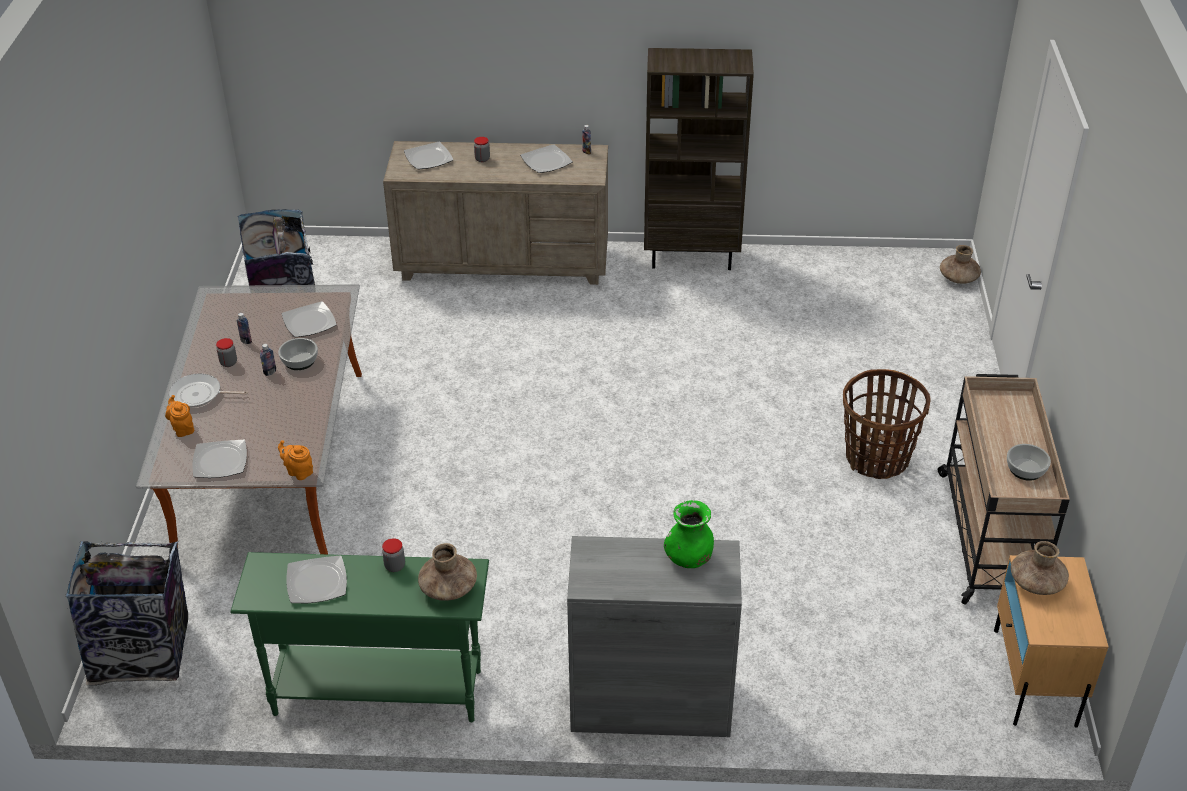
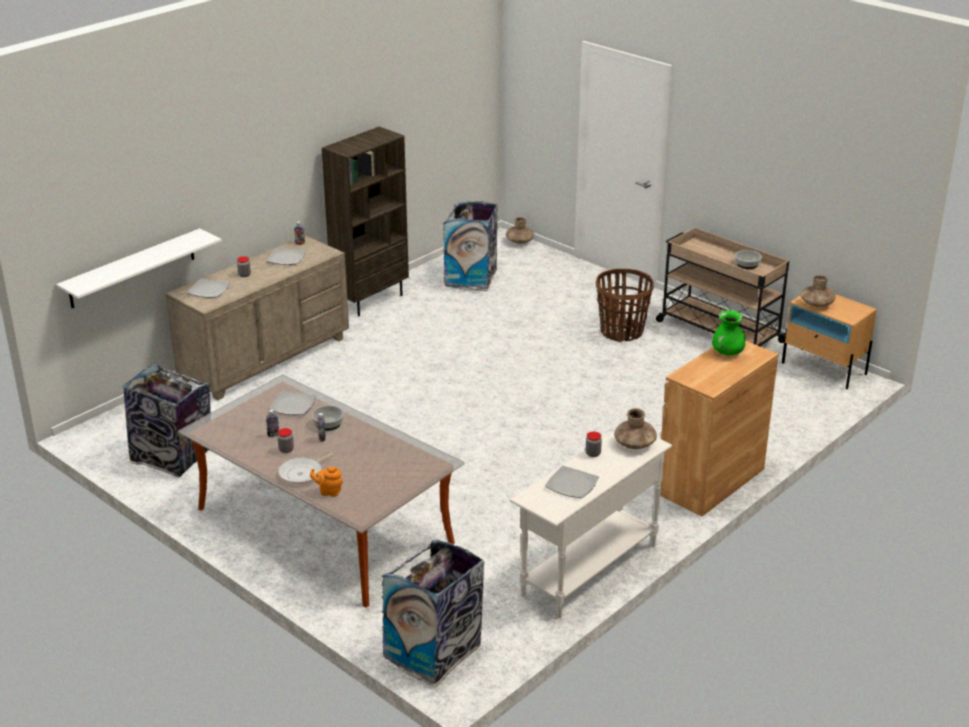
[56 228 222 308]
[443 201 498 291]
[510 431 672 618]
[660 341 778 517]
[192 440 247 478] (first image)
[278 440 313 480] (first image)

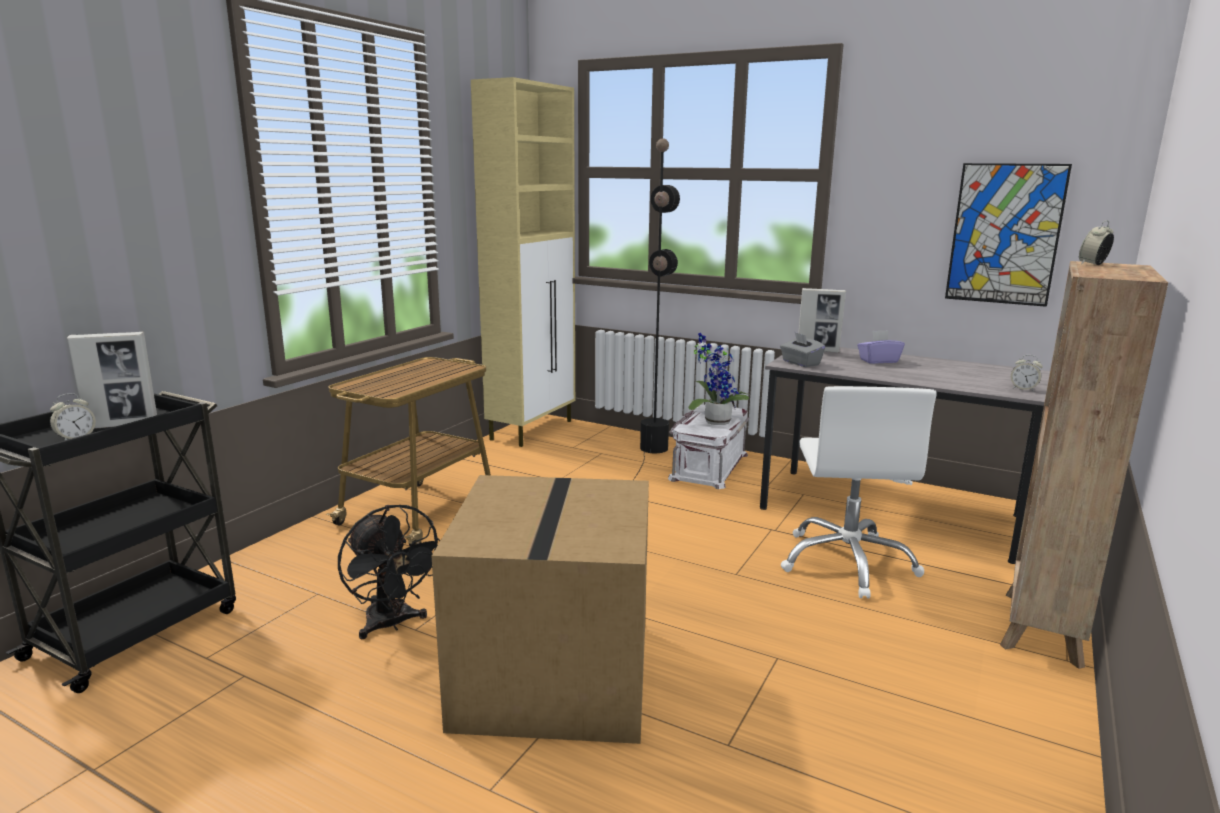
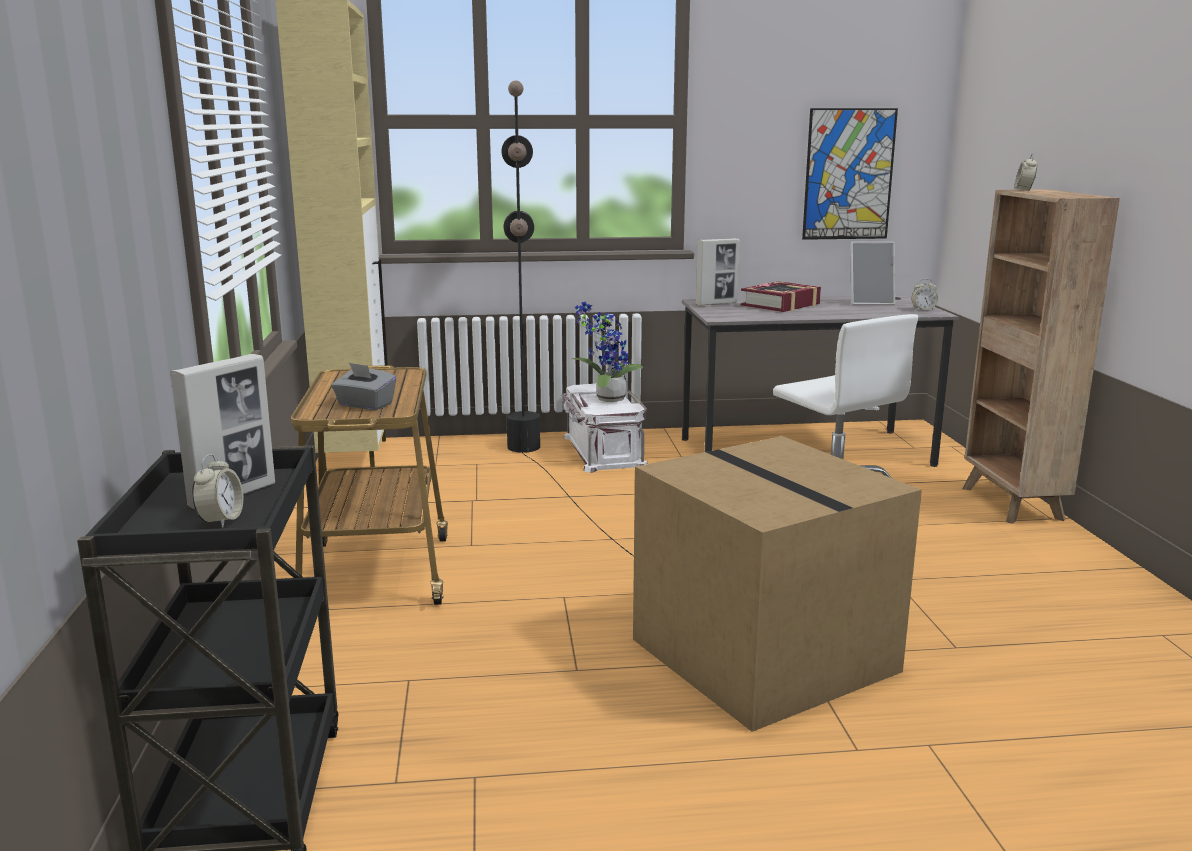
[331 363 396 410]
[740 281 821 312]
[850 242 895 305]
[338 505 441 639] (first image)

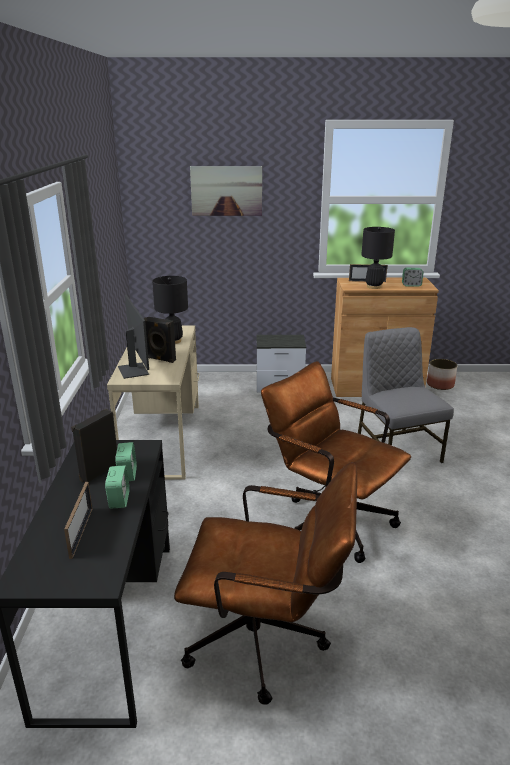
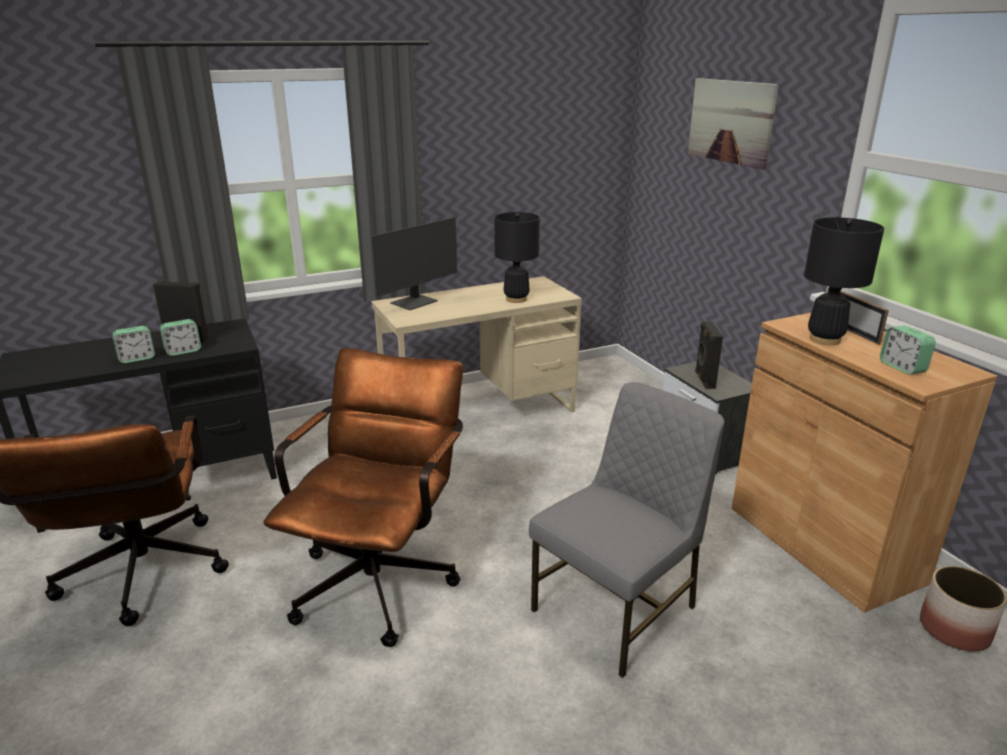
[695 321 723 389]
[64 482 92 559] (first image)

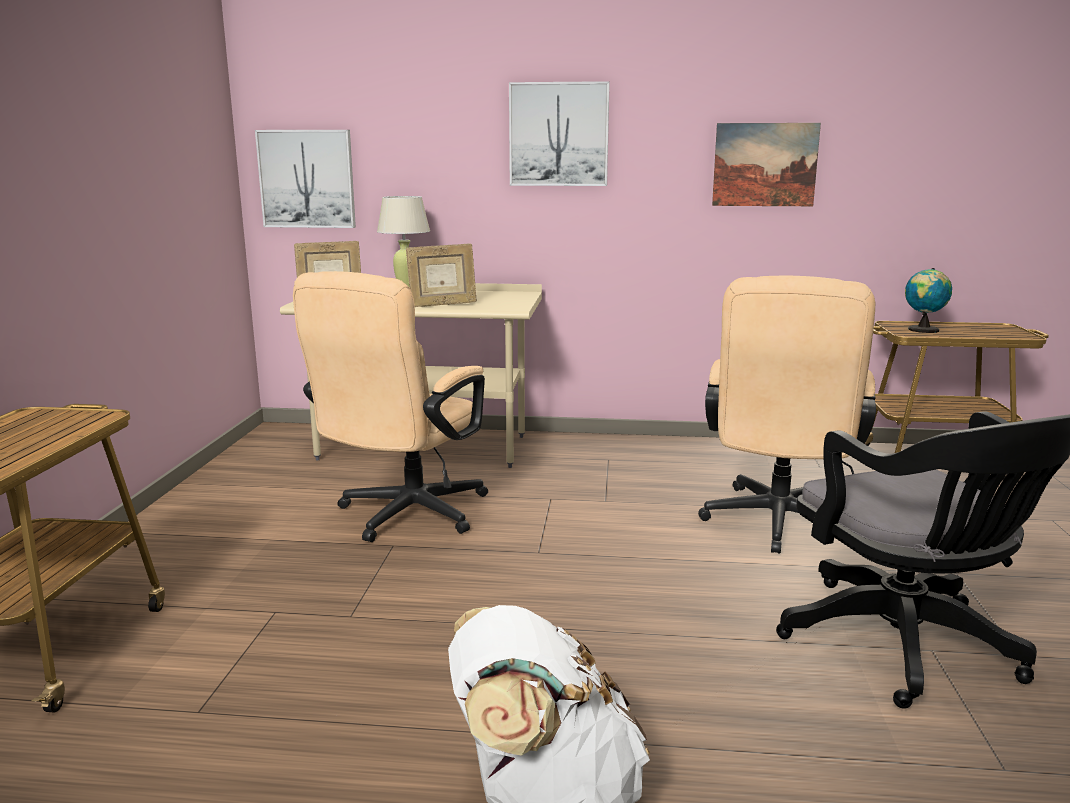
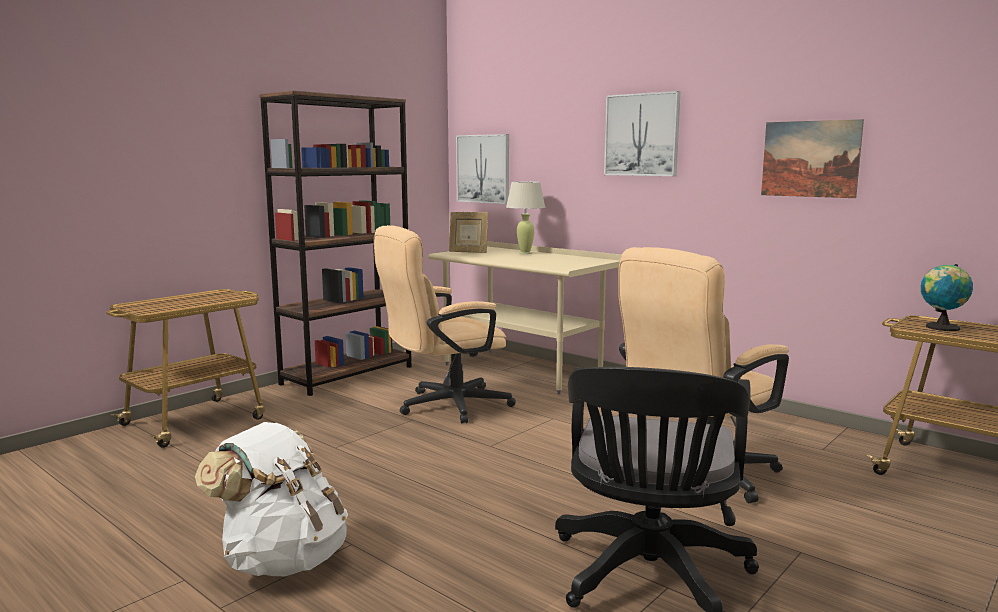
[259 91 412 396]
[406 244 477 307] (first image)

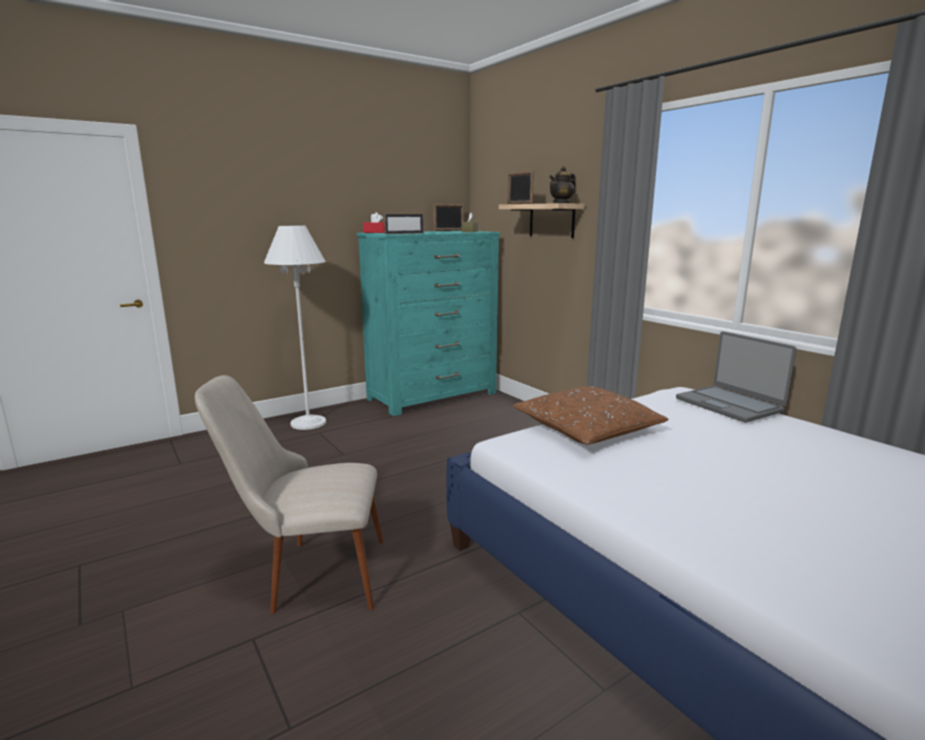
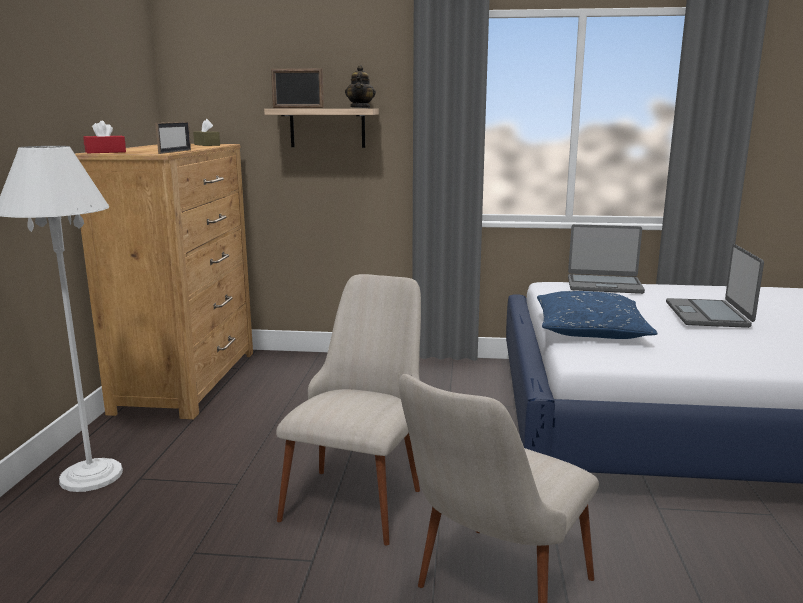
[75 144 253 419]
[276 274 421 545]
[537 291 658 339]
[666 244 764 328]
[433 204 464 231] (first image)

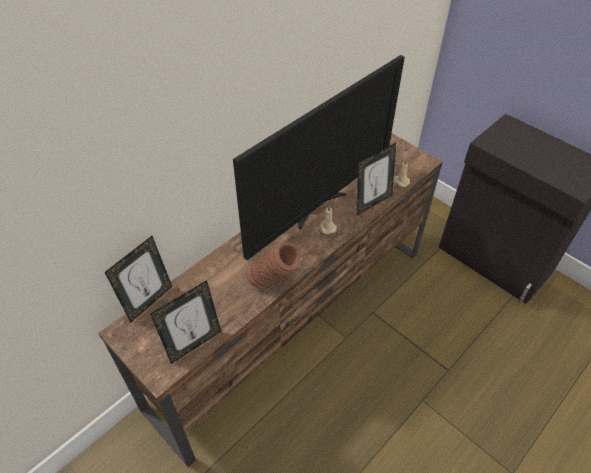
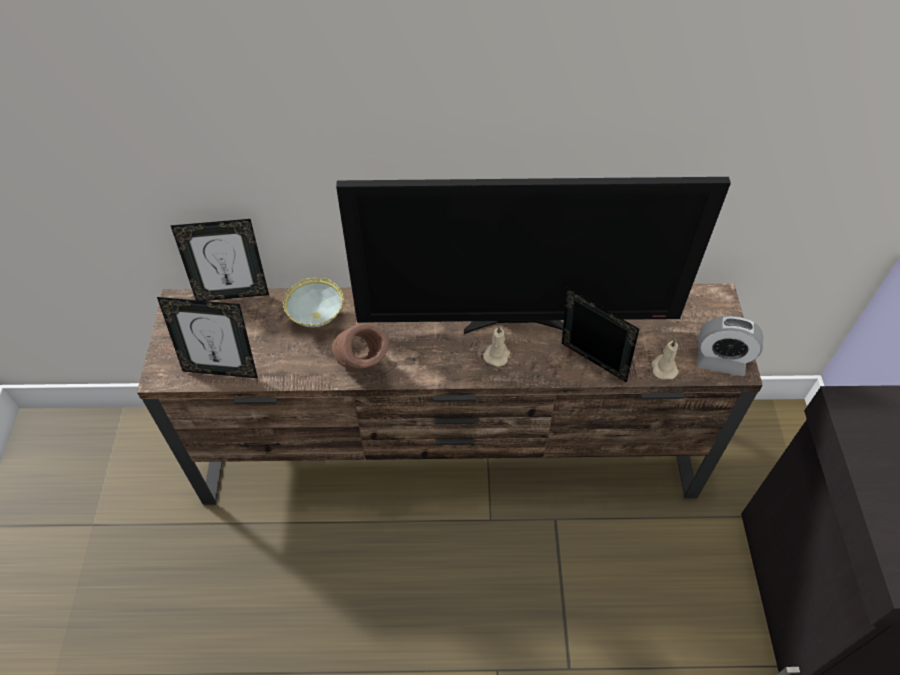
[283 277 344 327]
[562 287 639 383]
[697 316 763 376]

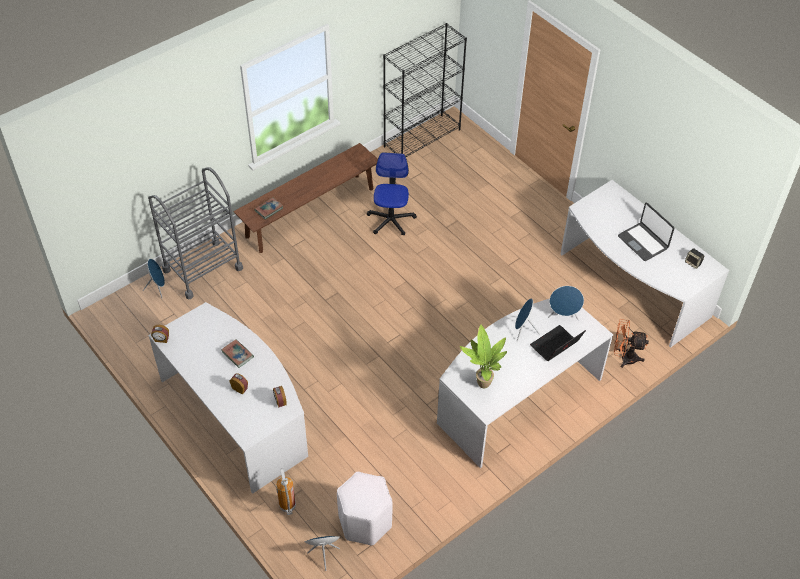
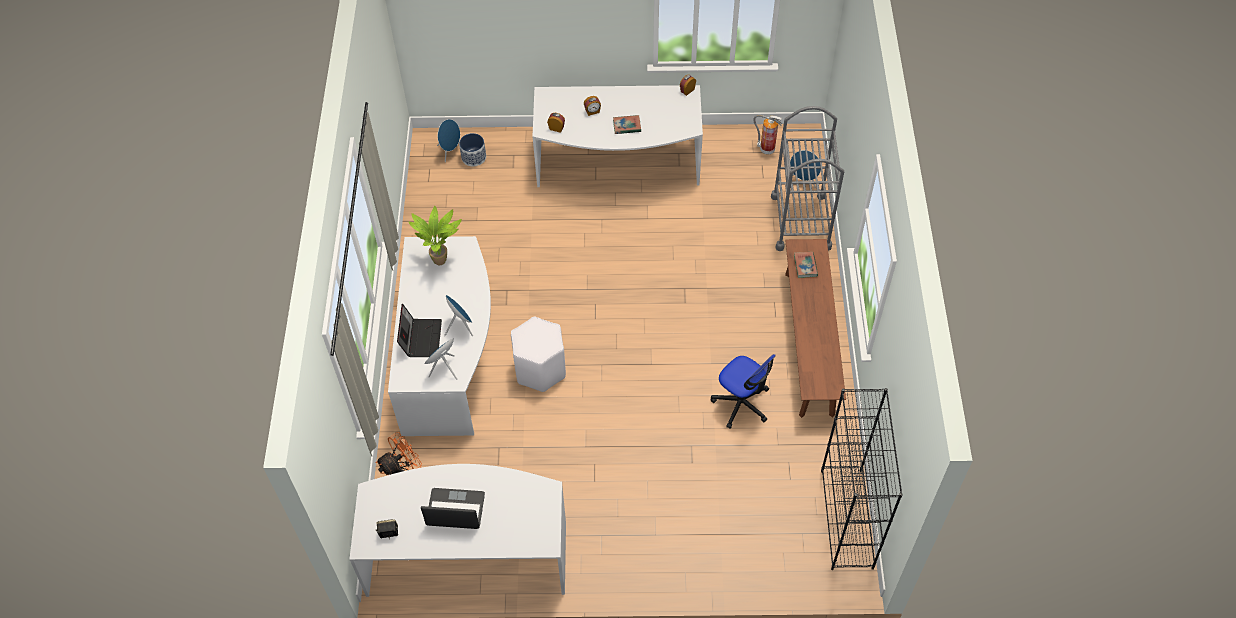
[459 133 486 166]
[511 317 566 392]
[753 115 782 154]

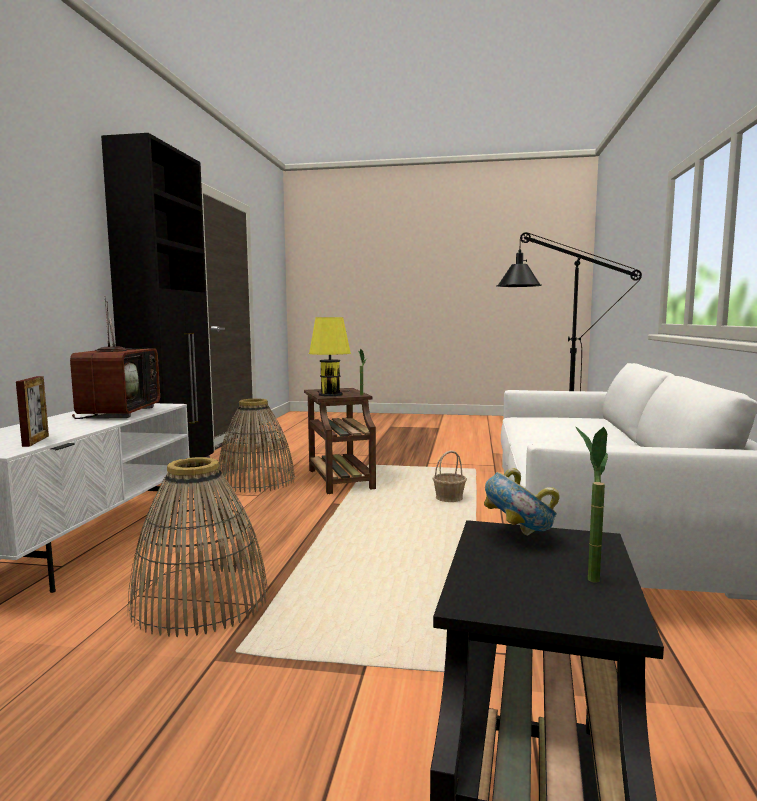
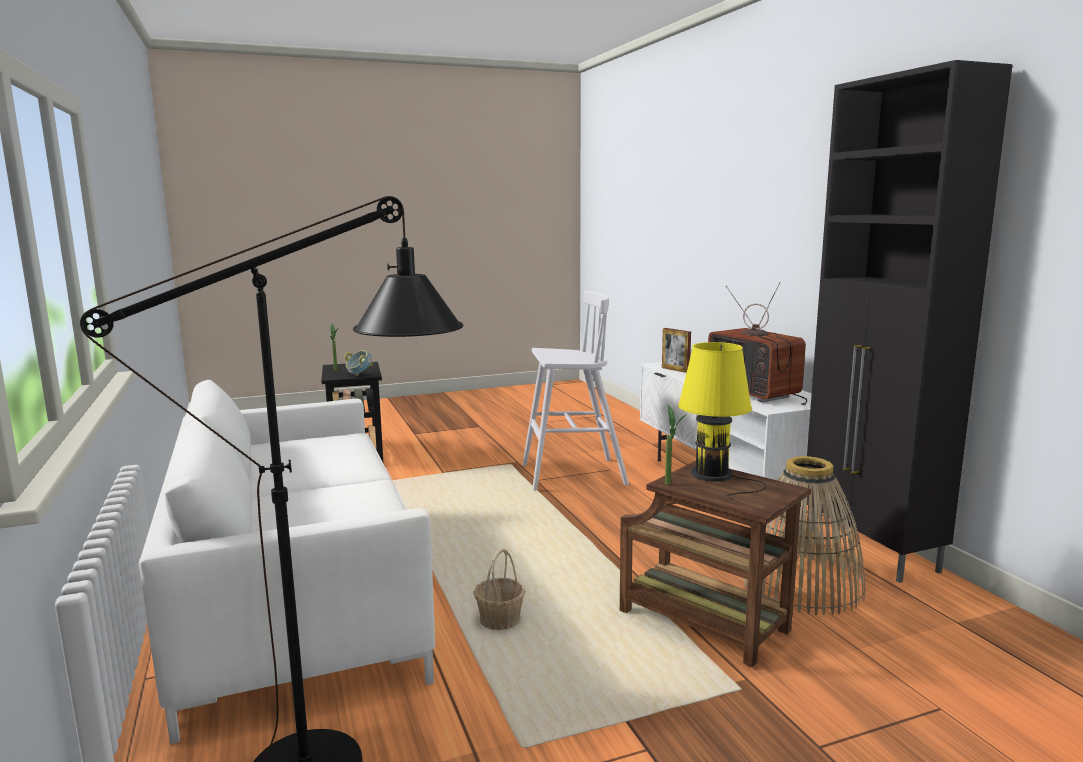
[522 291 629 491]

